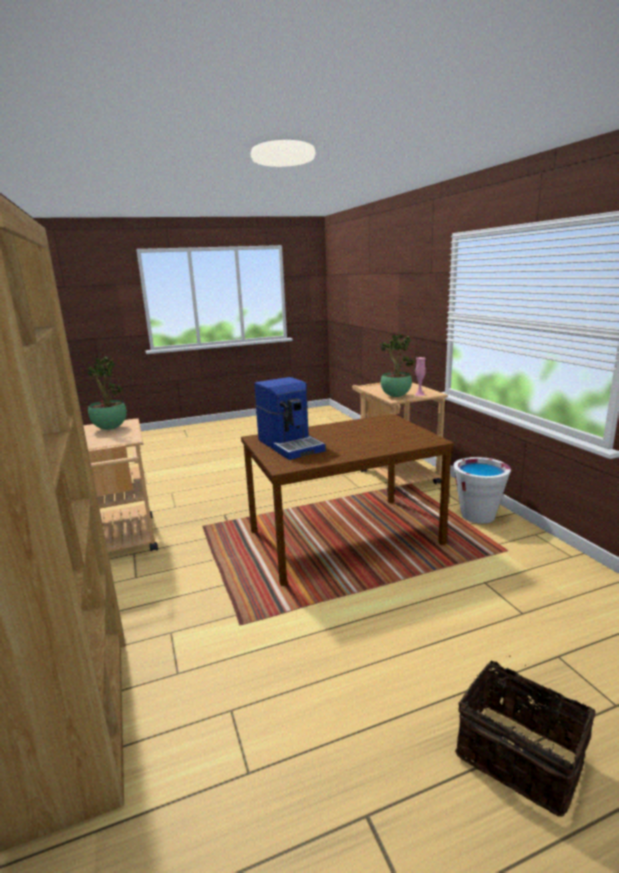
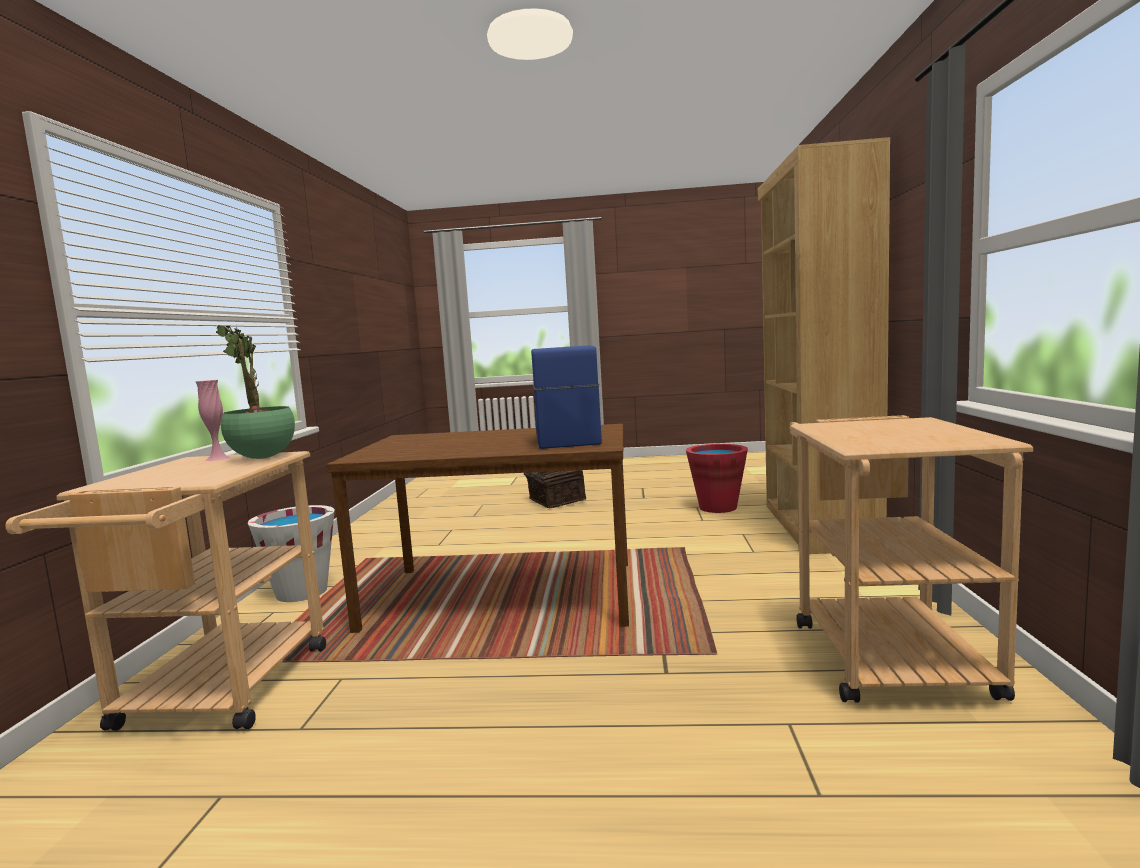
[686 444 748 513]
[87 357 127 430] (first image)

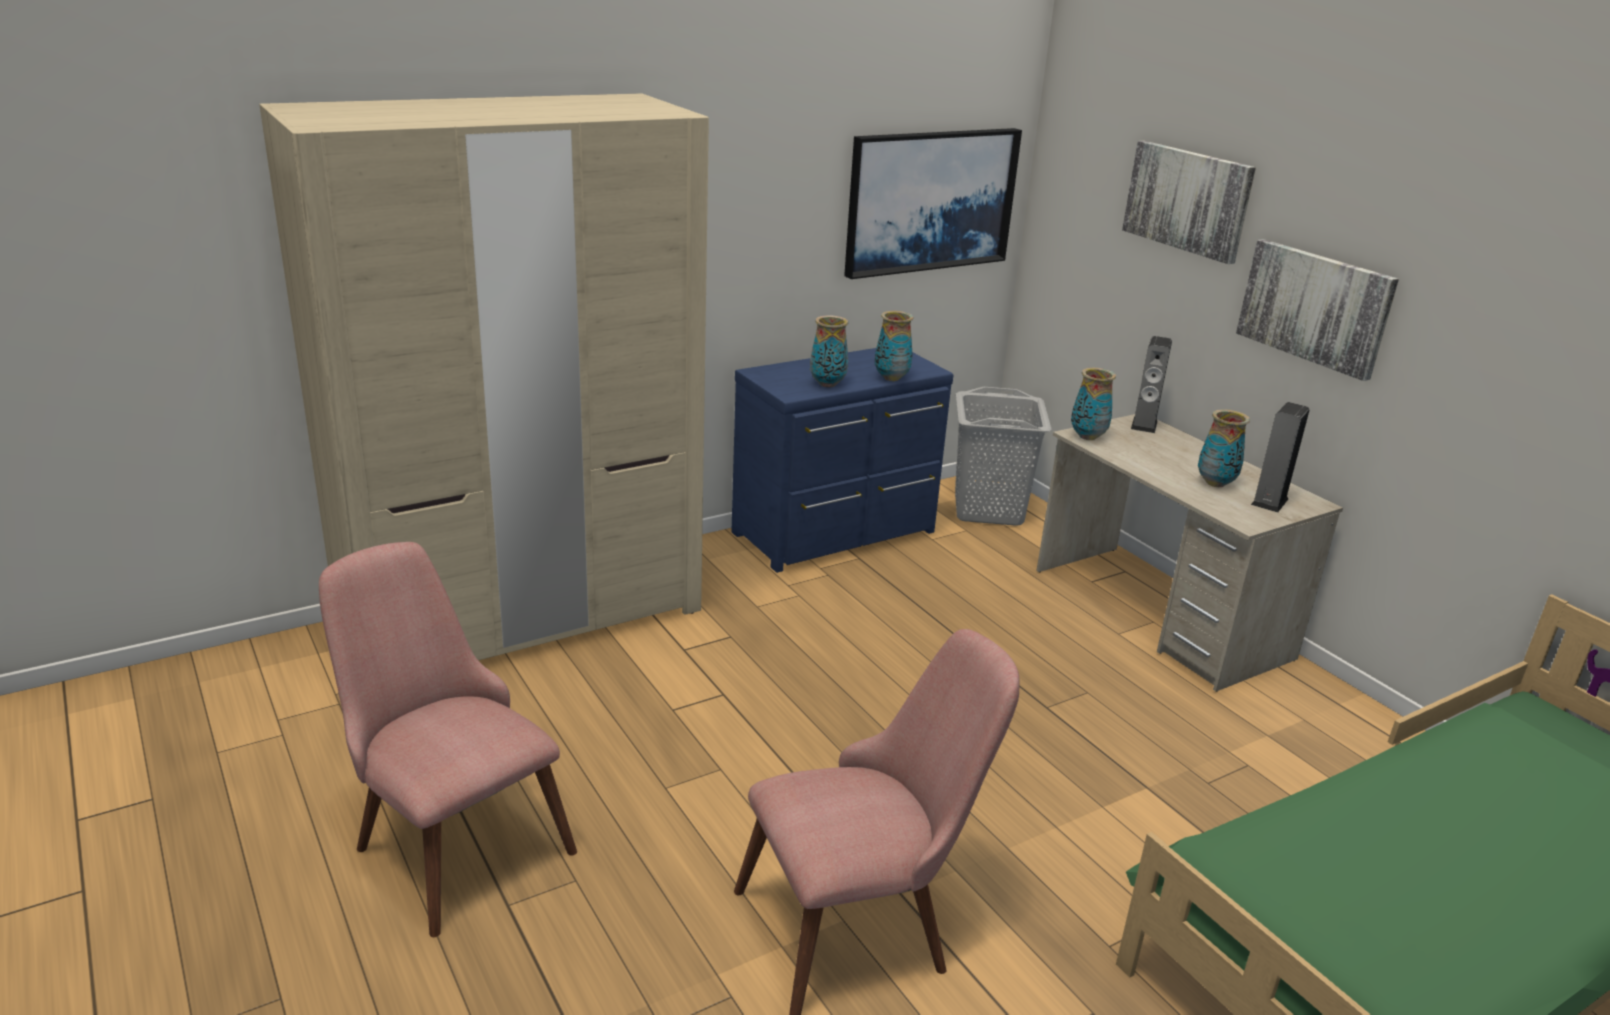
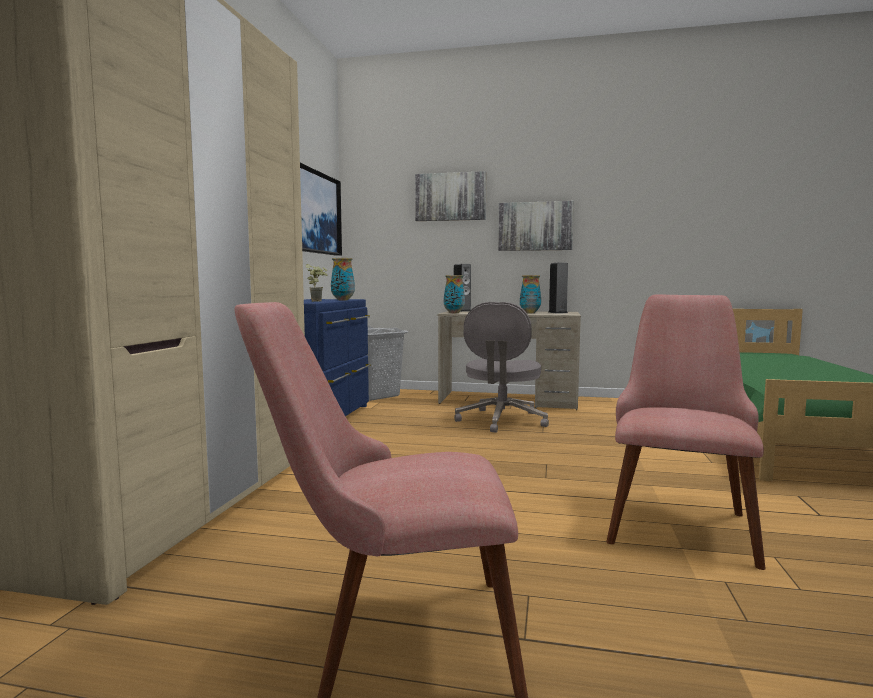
[305 264 328 302]
[454 302 549 433]

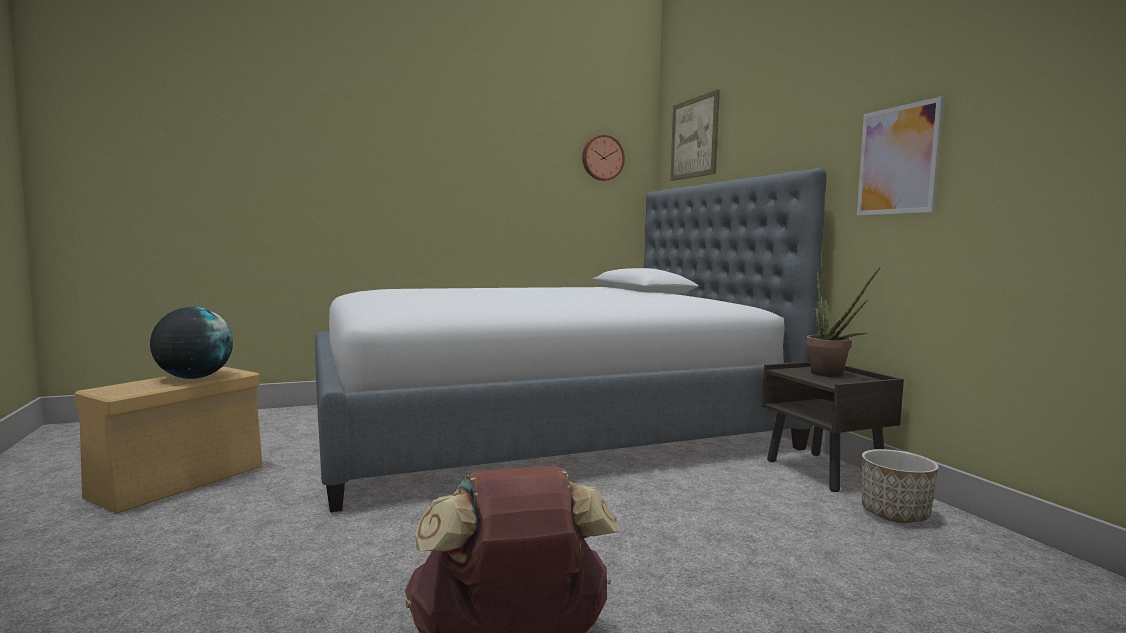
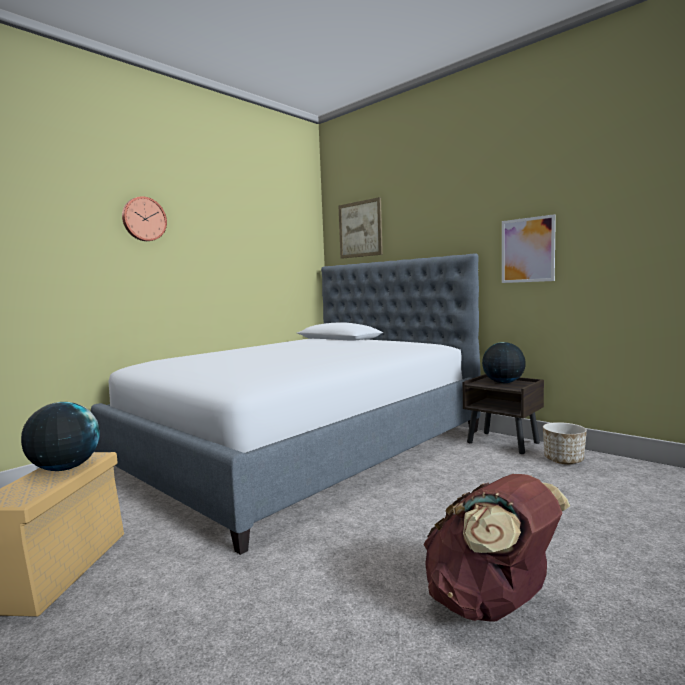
[122 196 167 241]
[482 342 526 383]

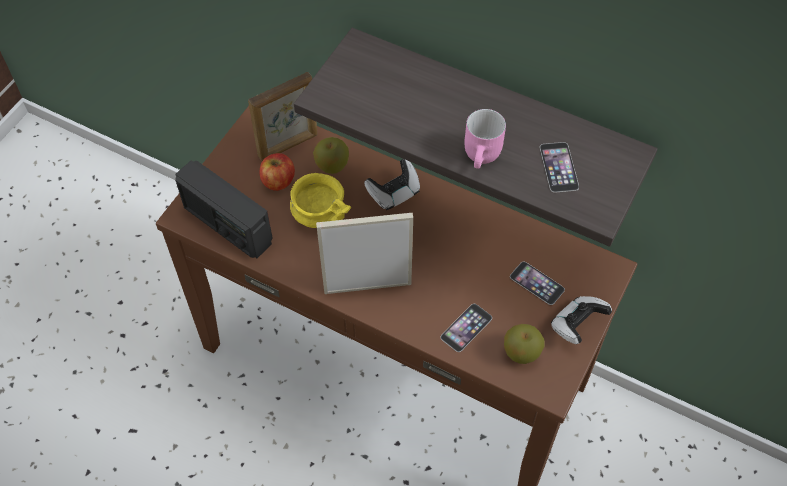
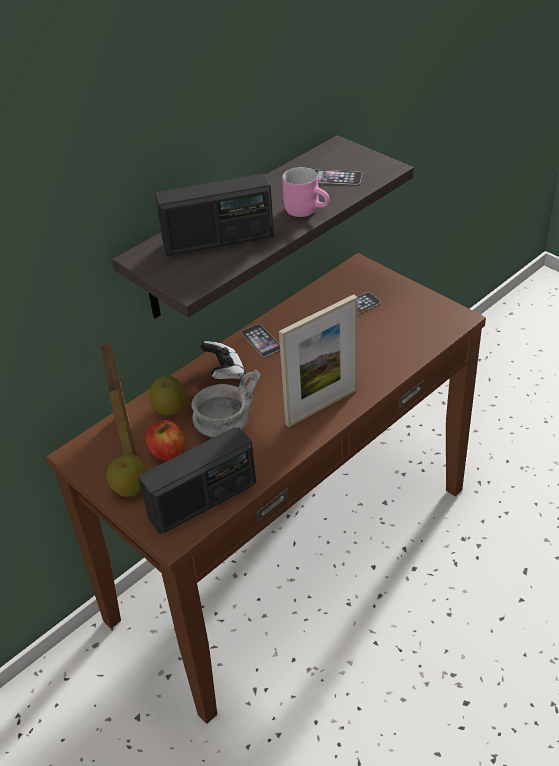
[106 454 147 497]
[155 173 274 256]
[191 370 261 438]
[241 324 280 357]
[279 294 358 427]
[551 296 612 344] (first image)

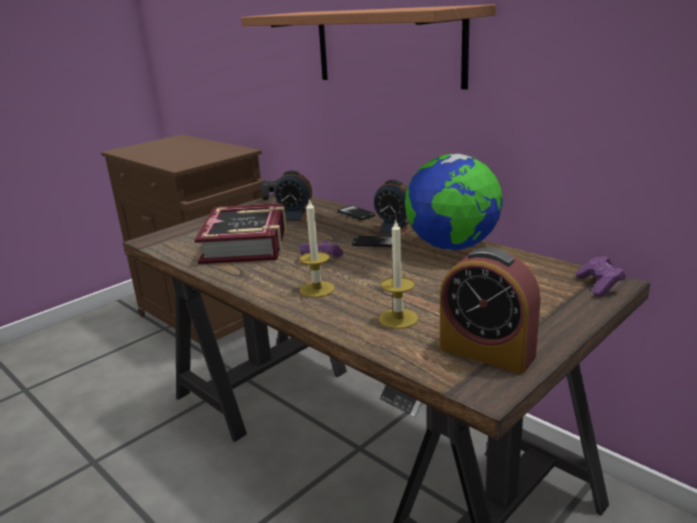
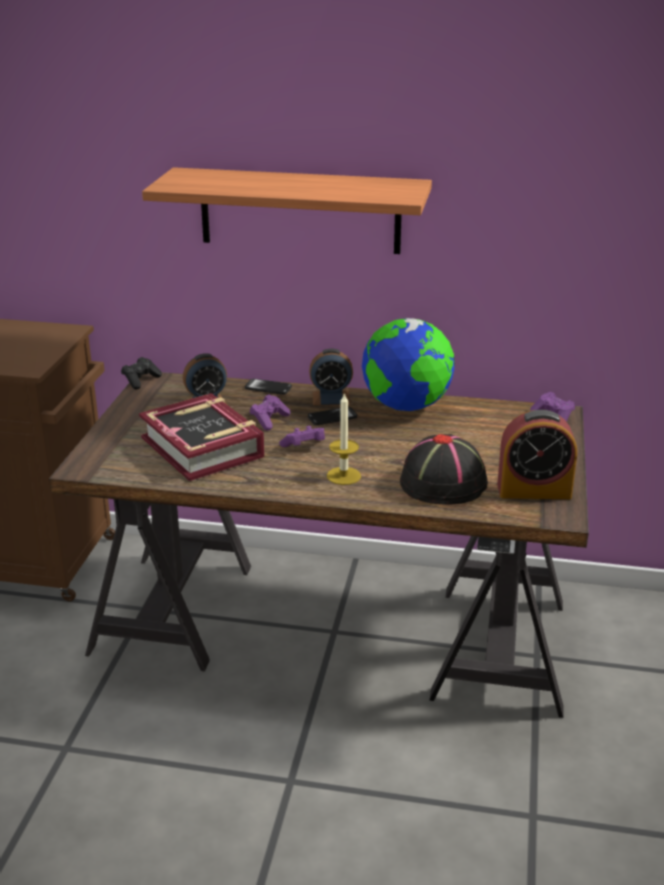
[250 394 291 431]
[400 434 488 505]

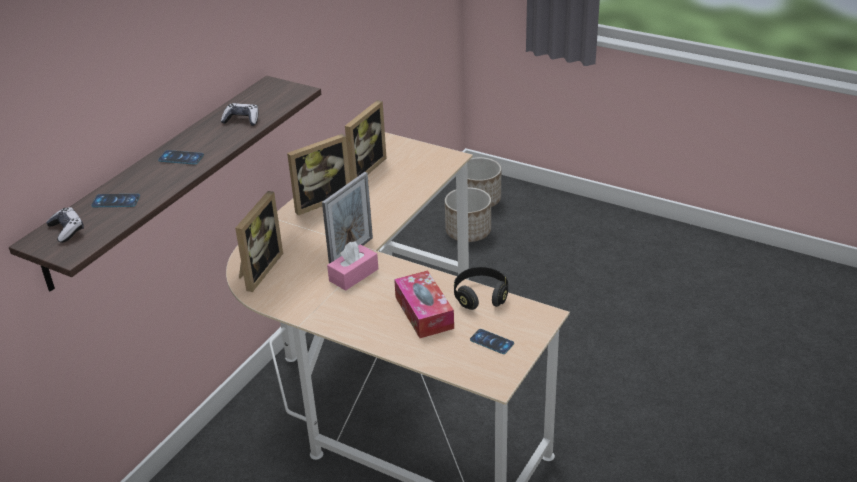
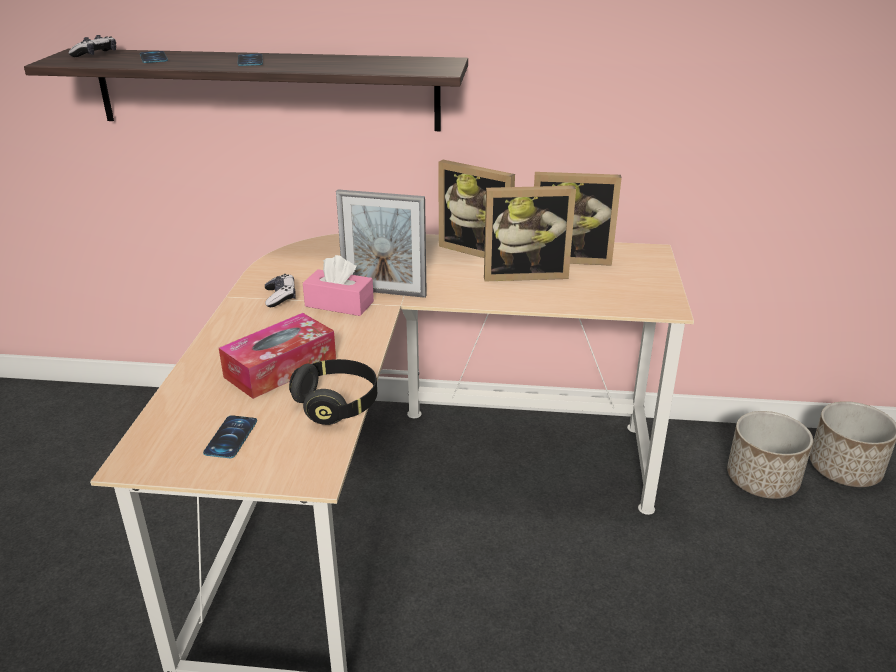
[265 274 296 307]
[484 186 576 281]

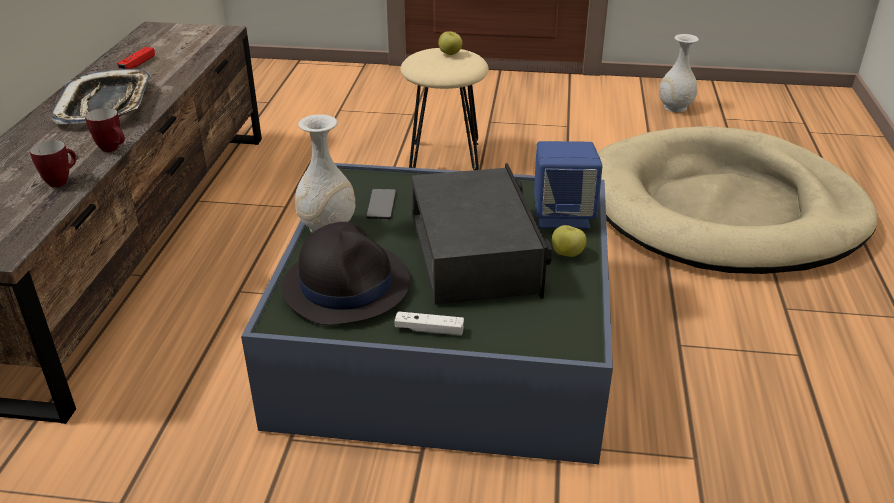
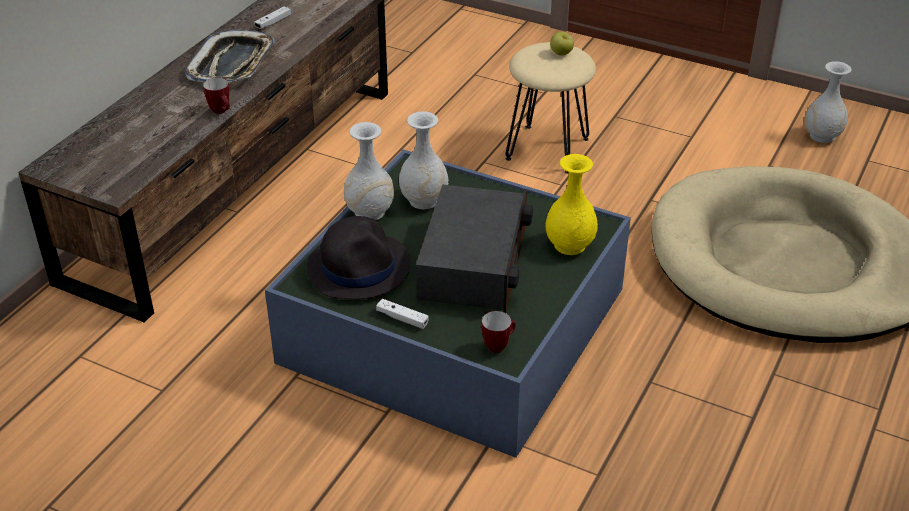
[254 7 291 29]
[399 111 448 209]
[481 311 516 353]
[546 154 598 255]
[552 225 587 257] (first image)

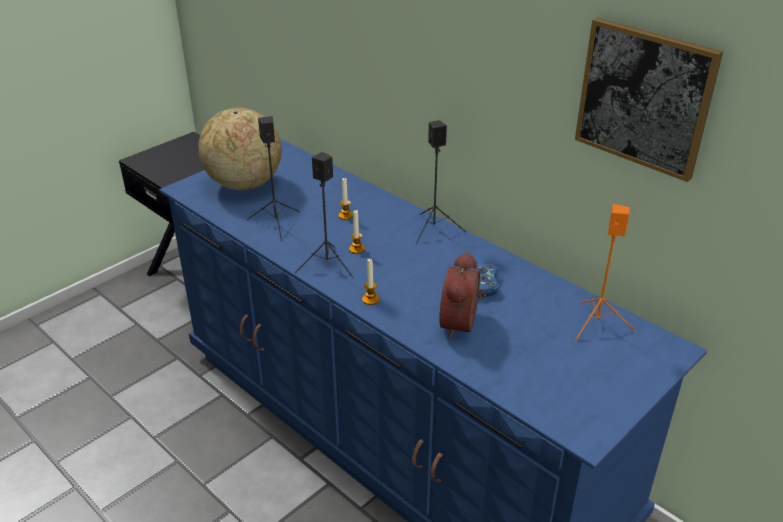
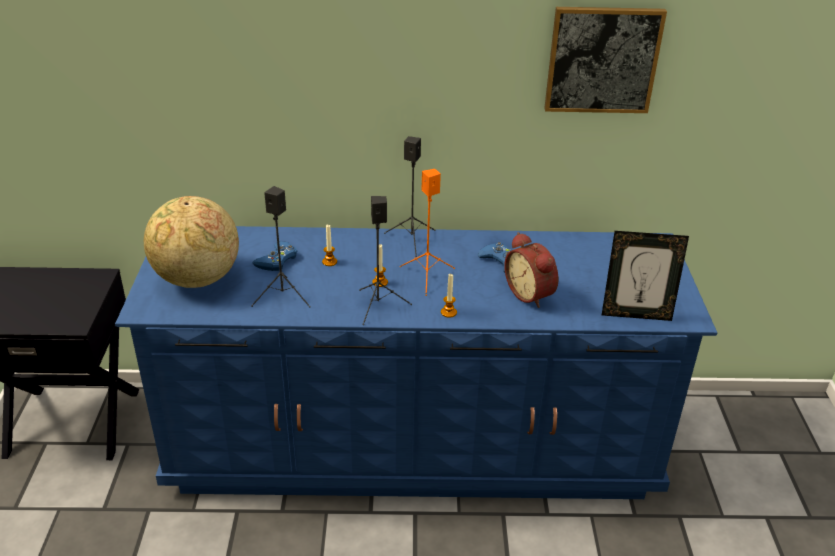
[252 241 298 271]
[400 169 455 296]
[602 231 689 321]

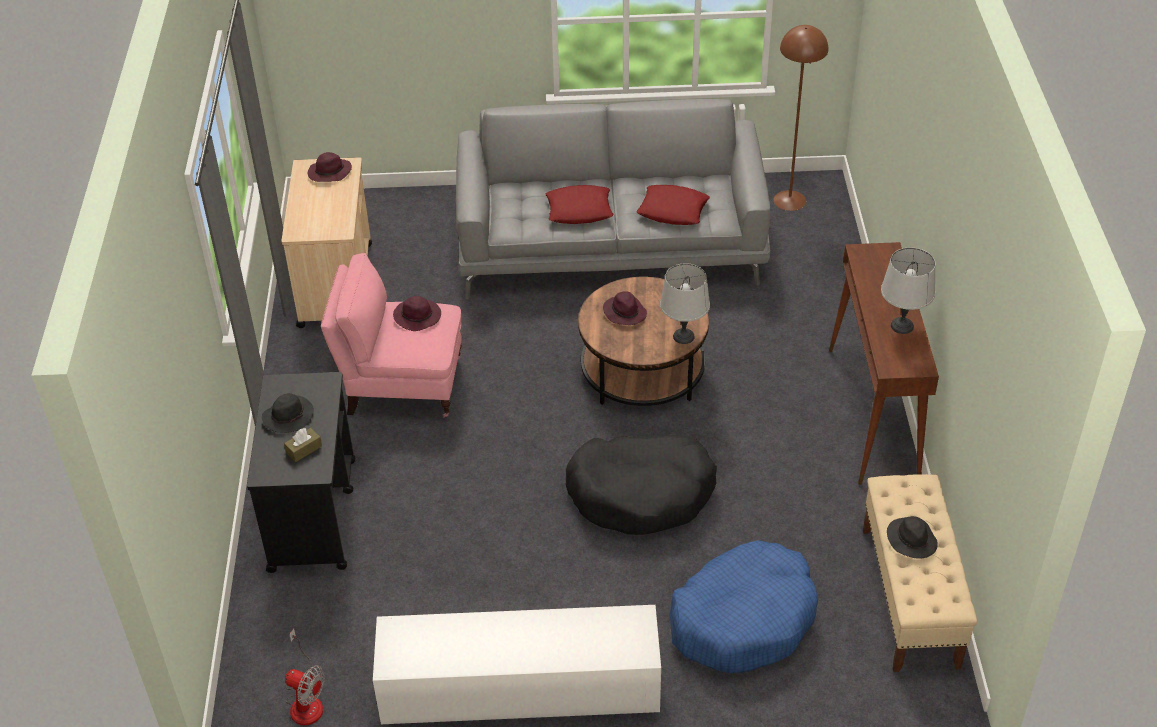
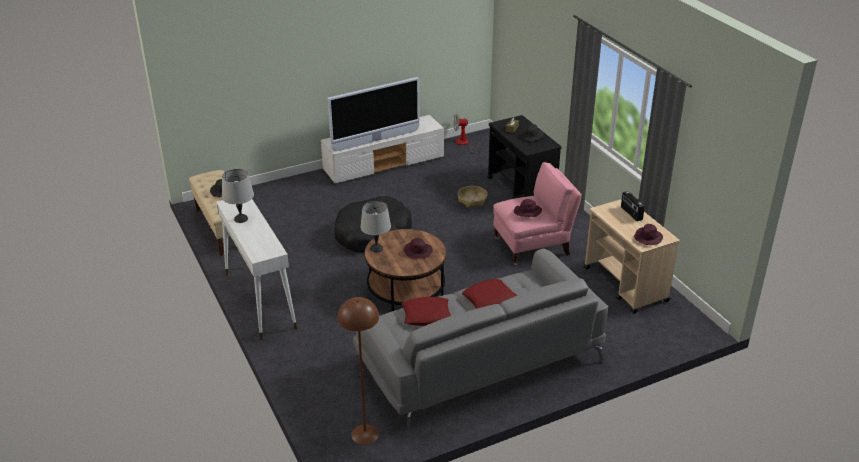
[216 199 297 340]
[327 77 420 151]
[458 186 488 208]
[621 191 645 221]
[670 540 818 673] (first image)

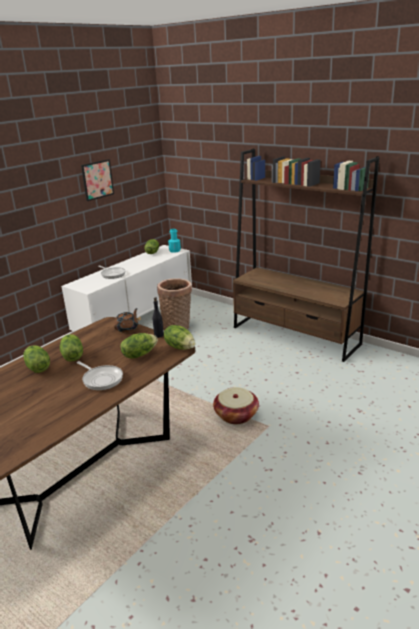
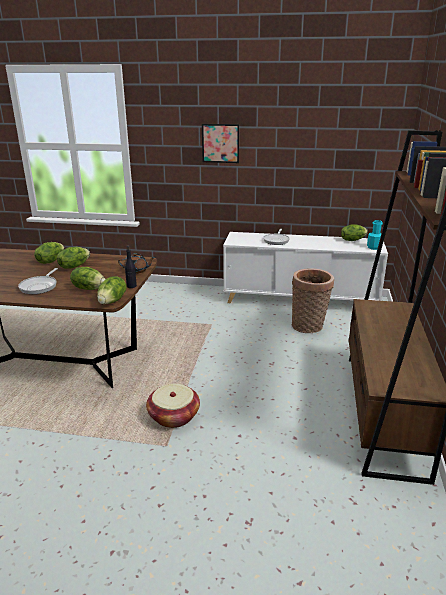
[202 124 239 163]

